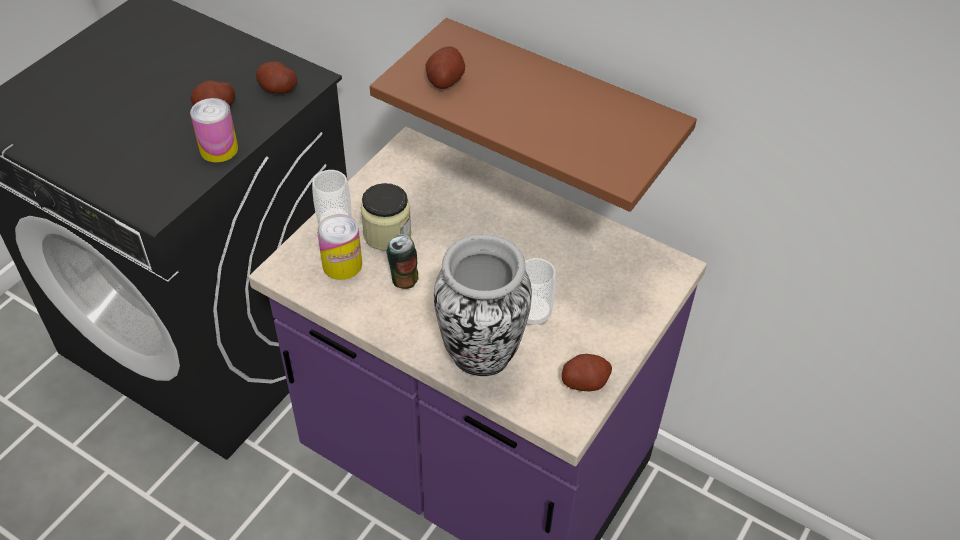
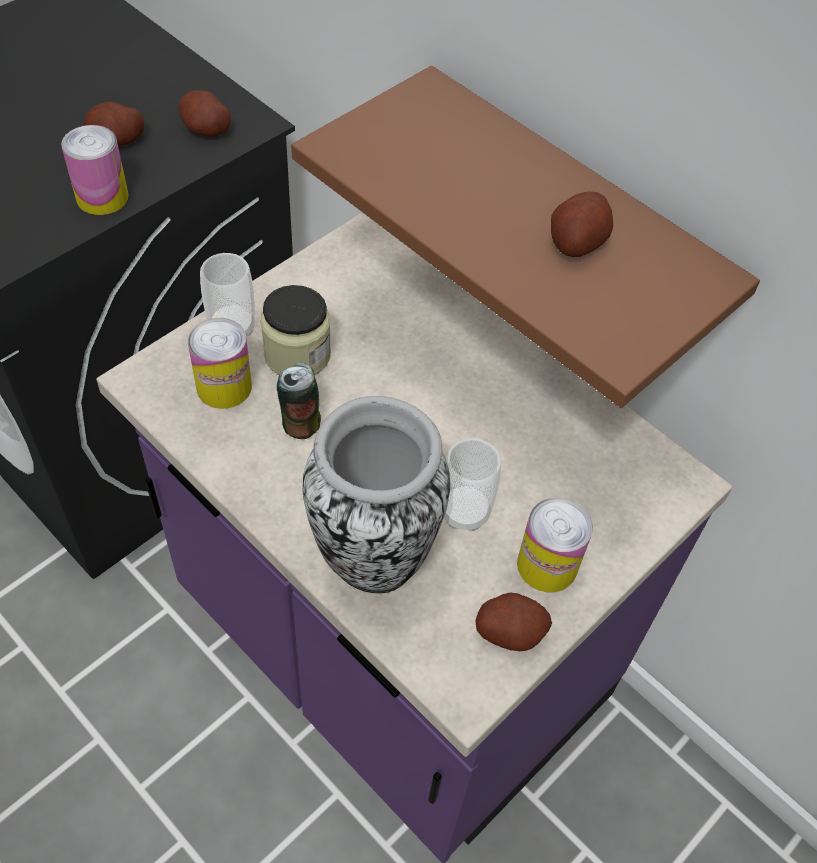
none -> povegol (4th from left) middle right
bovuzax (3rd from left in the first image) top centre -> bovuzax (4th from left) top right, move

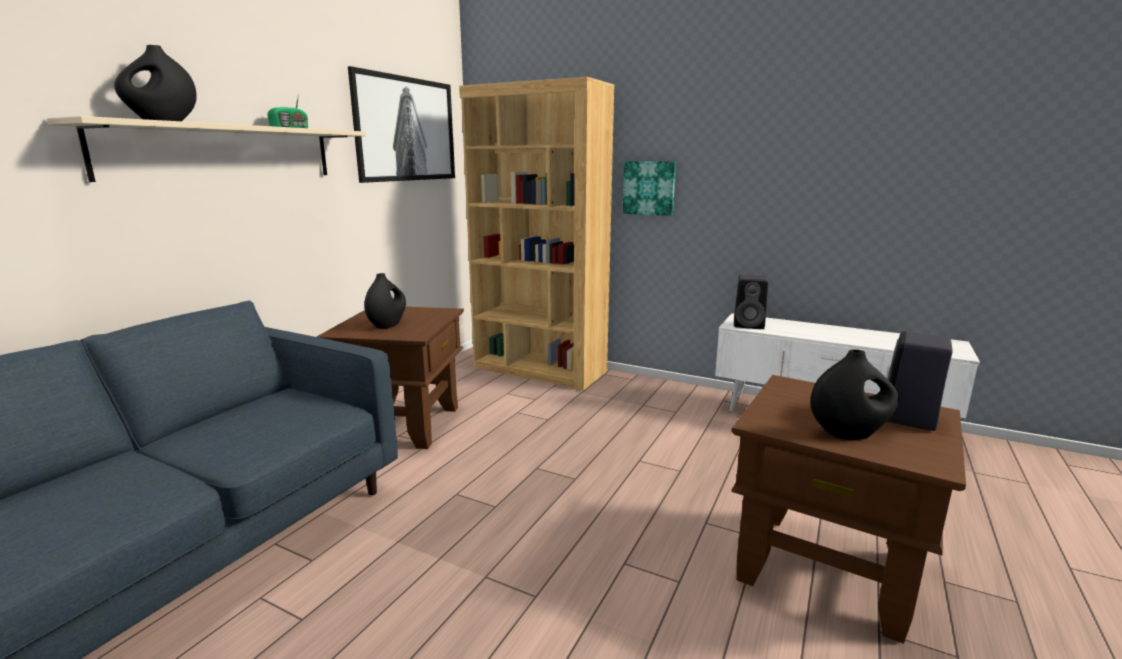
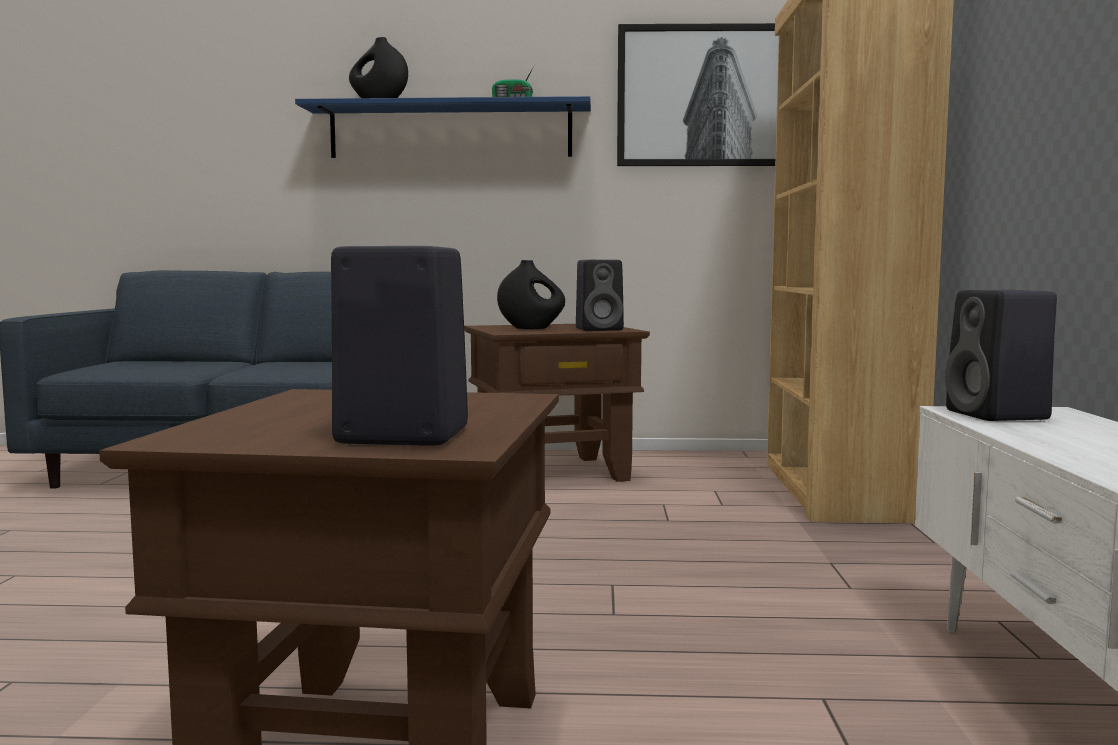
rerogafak (2nd from left) top centre -> none
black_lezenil (3rd from left) middle right -> none
none -> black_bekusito (2nd from left) centre
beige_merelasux top left -> blue_merelasux top centre

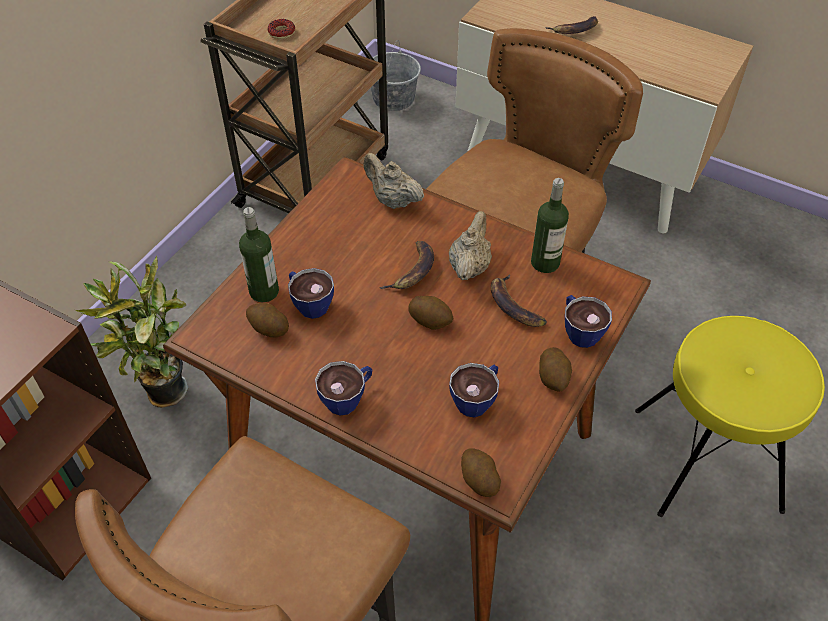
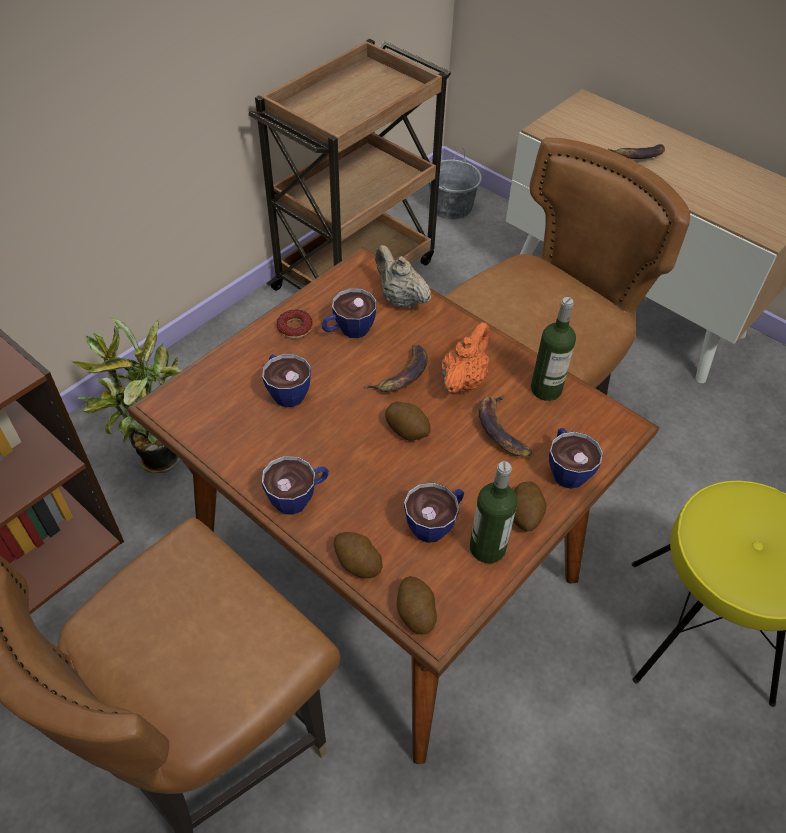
none -> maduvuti (3rd from left) centre
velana (1st from left) middle left -> velana (1st from left) centre, move
bovuzax (1st from left) middle left -> bovuzax (1st from left) centre, move
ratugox top centre -> ratugox centre, move
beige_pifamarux (2nd from left) centre -> orange_pifamarux centre

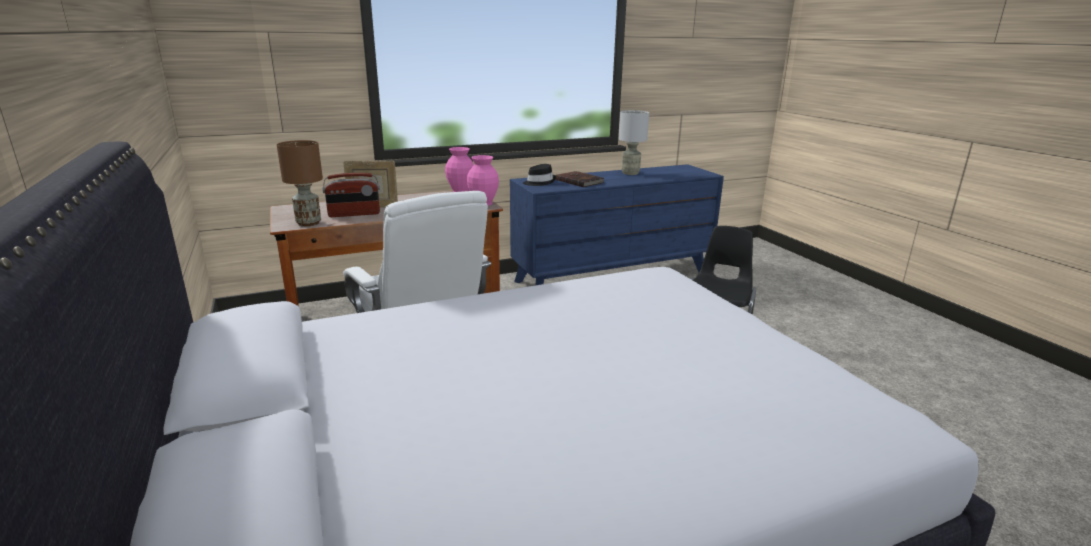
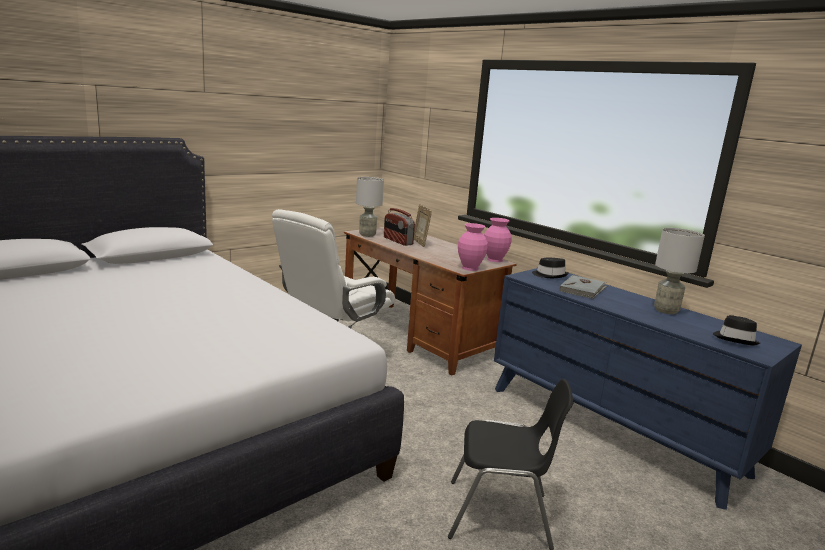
none -> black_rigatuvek (2nd from left) middle right
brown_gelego middle left -> grey_gelego (1st from left) centre
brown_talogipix top centre -> grey_talogipix middle right

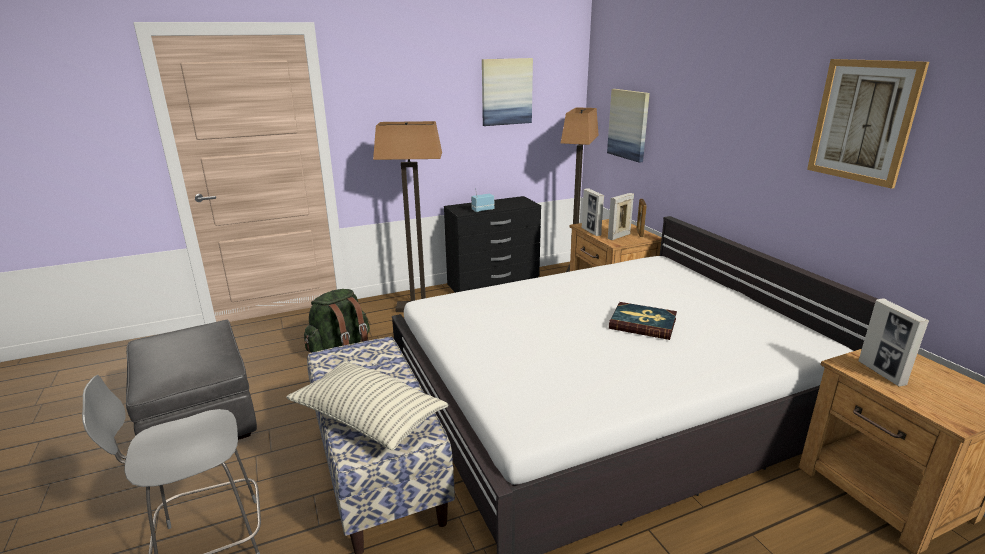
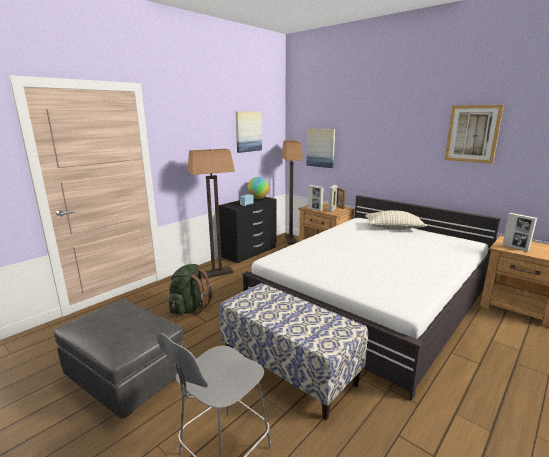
talogipix centre -> none
none -> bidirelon centre
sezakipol bottom centre -> sezakipol middle right, move

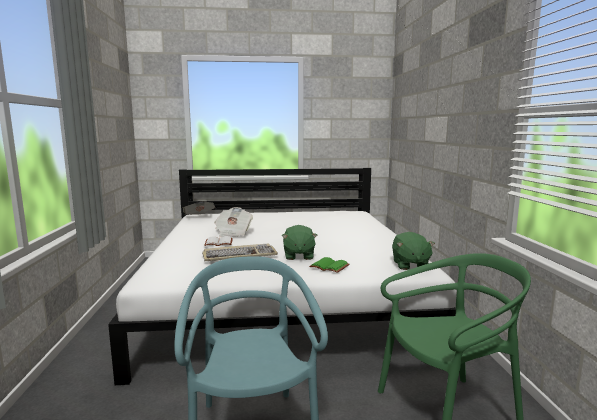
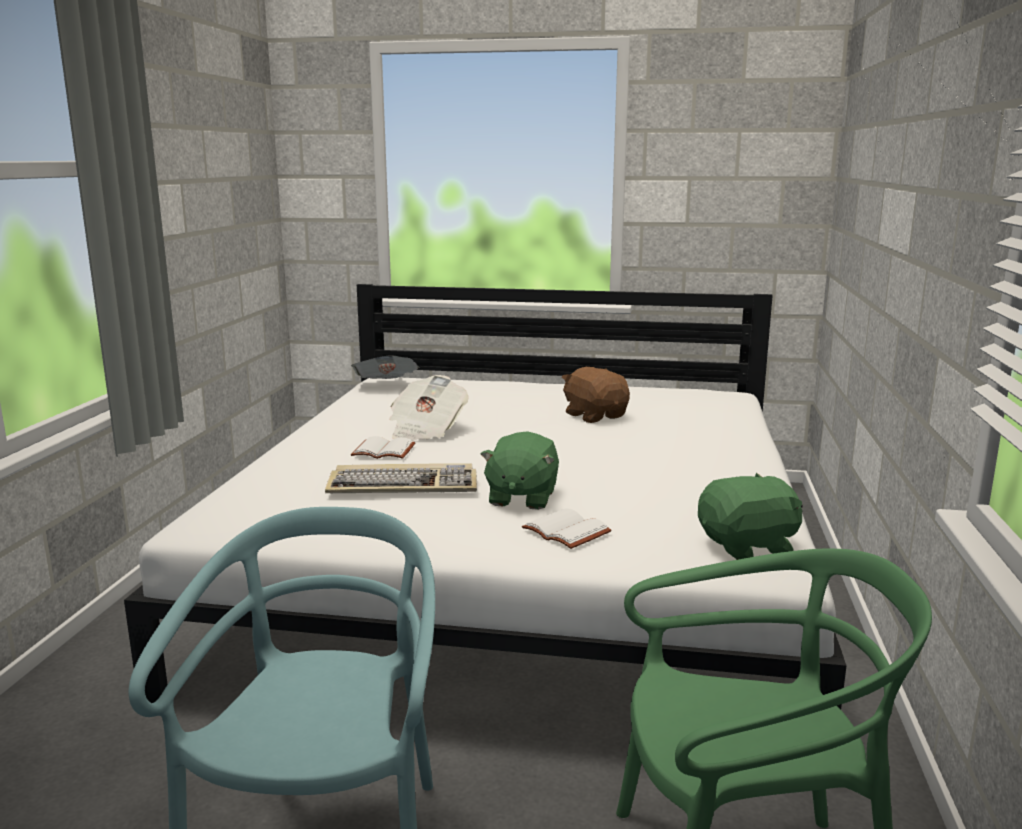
none -> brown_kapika centre
green_talogipix centre -> white_talogipix (2nd from left) centre
green_kapika (2nd from left) middle right, 120 degrees counterclockwise

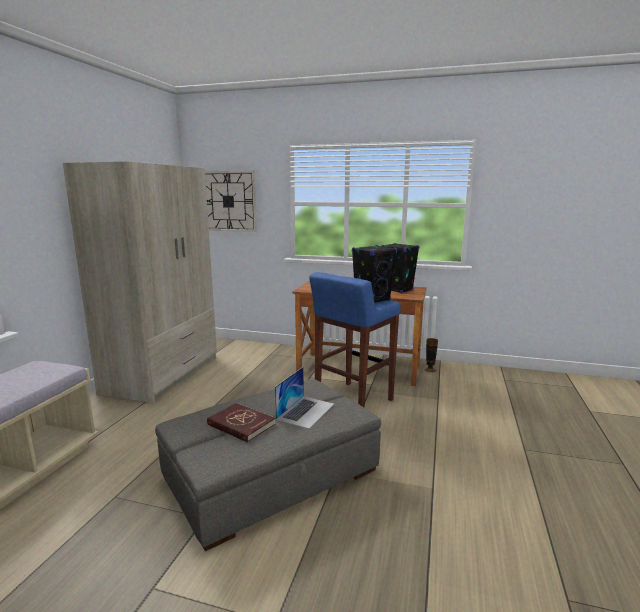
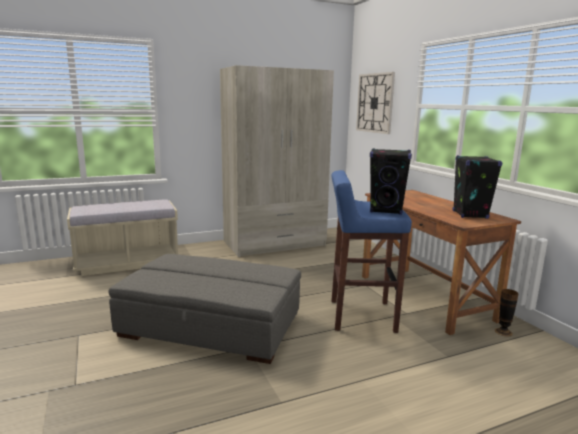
red_talogipix bottom centre -> none
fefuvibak centre -> none

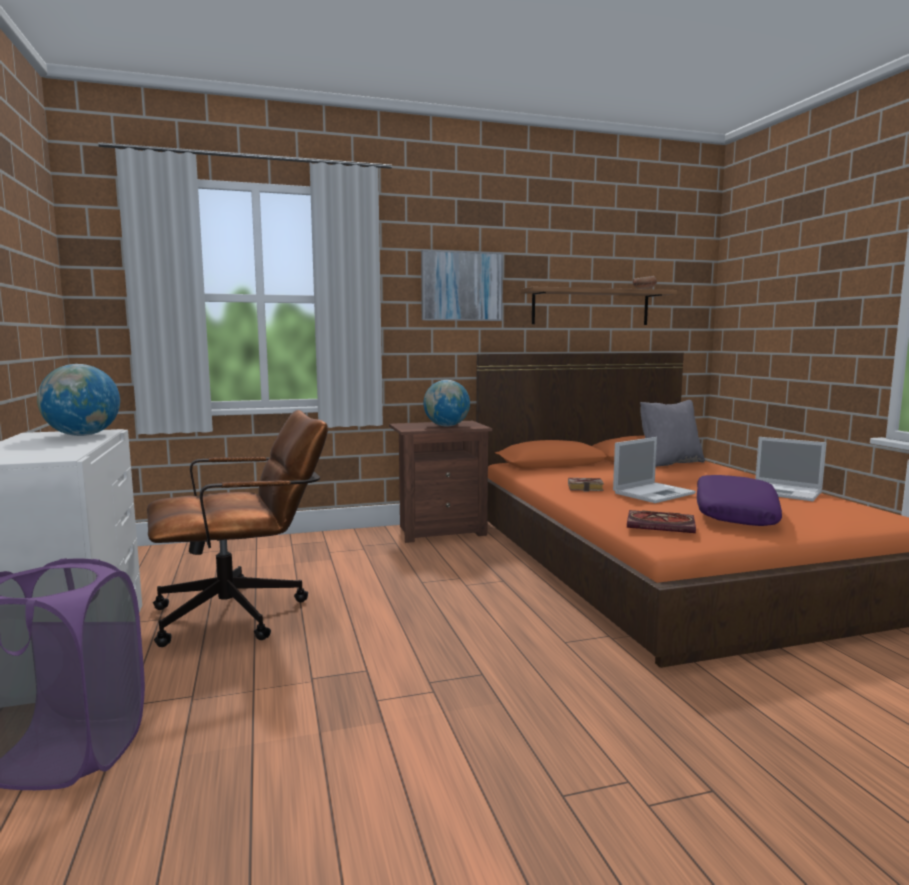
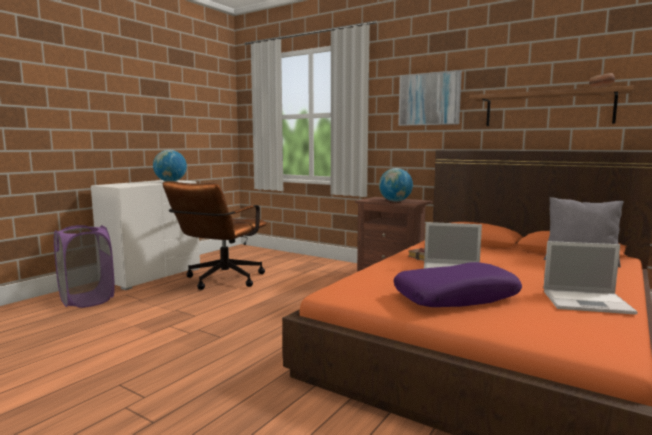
talogipix (2nd from left) middle right -> none
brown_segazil middle left, 90 degrees clockwise
fefuvibak (2nd from left) middle right, 75 degrees counterclockwise

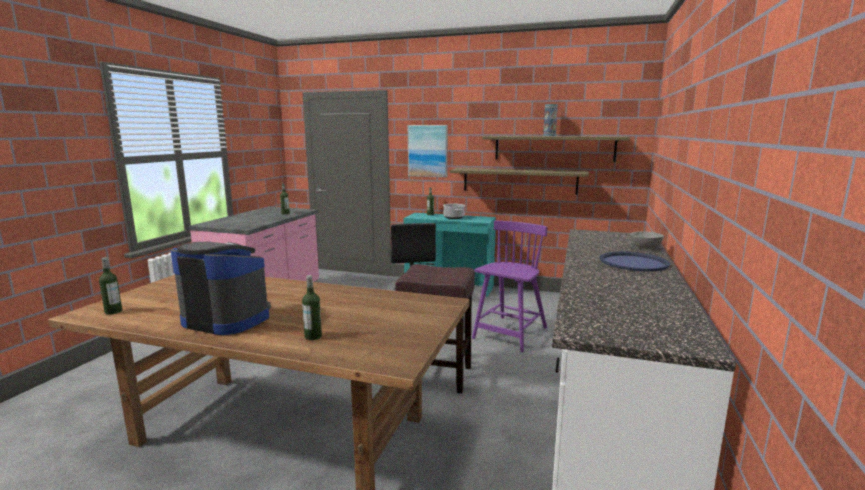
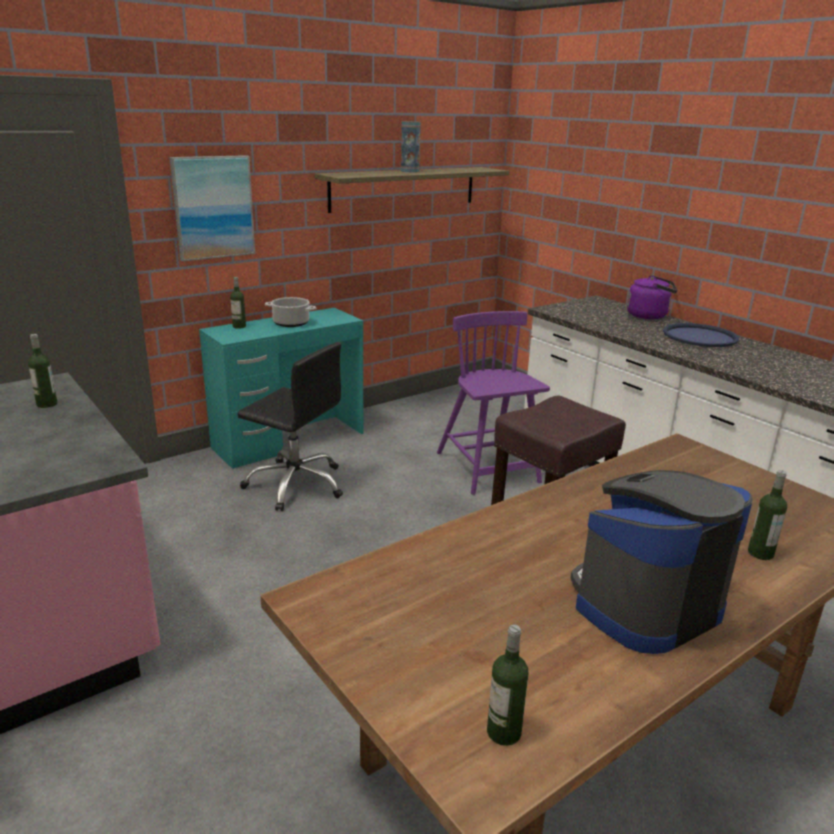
merelasux (1st from left) centre -> none
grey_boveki middle right -> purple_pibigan middle right

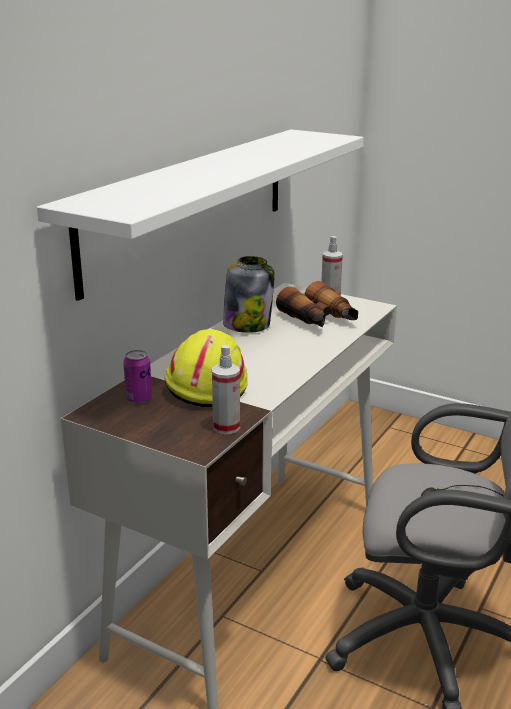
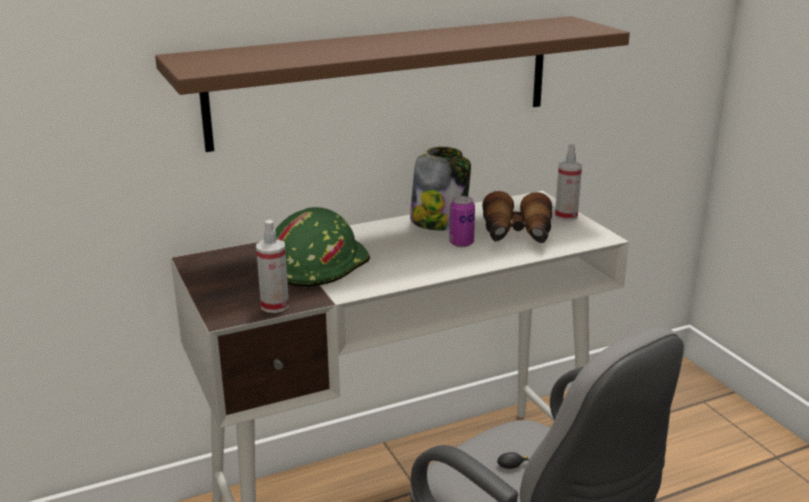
povegol middle left -> povegol centre, move
white_merelasux top centre -> brown_merelasux top centre
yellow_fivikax centre -> green_fivikax centre

